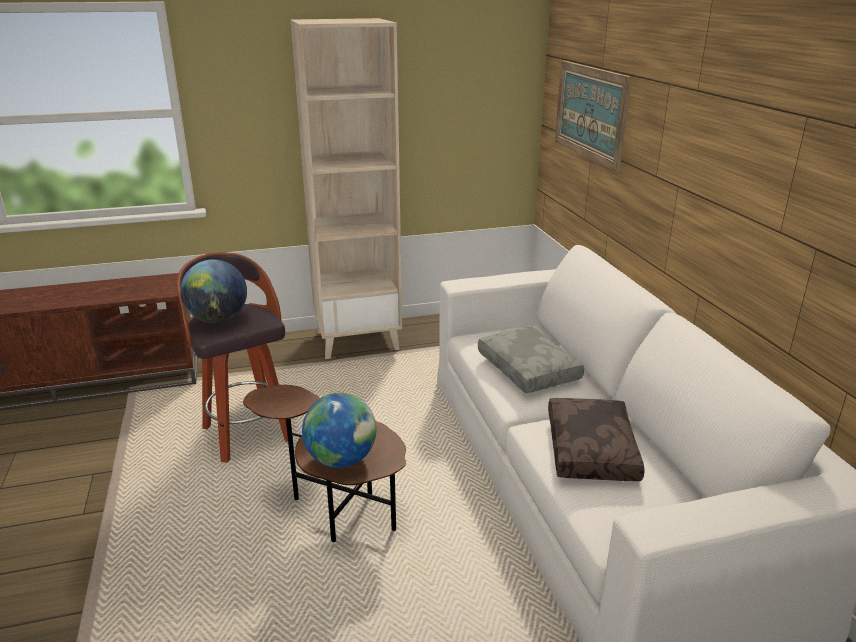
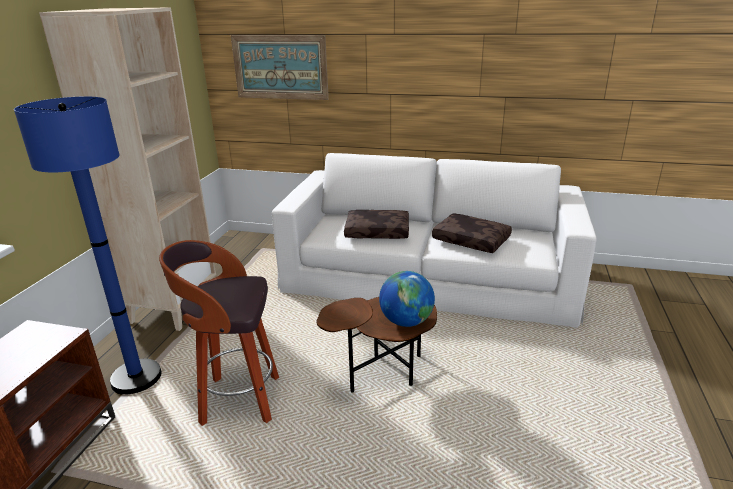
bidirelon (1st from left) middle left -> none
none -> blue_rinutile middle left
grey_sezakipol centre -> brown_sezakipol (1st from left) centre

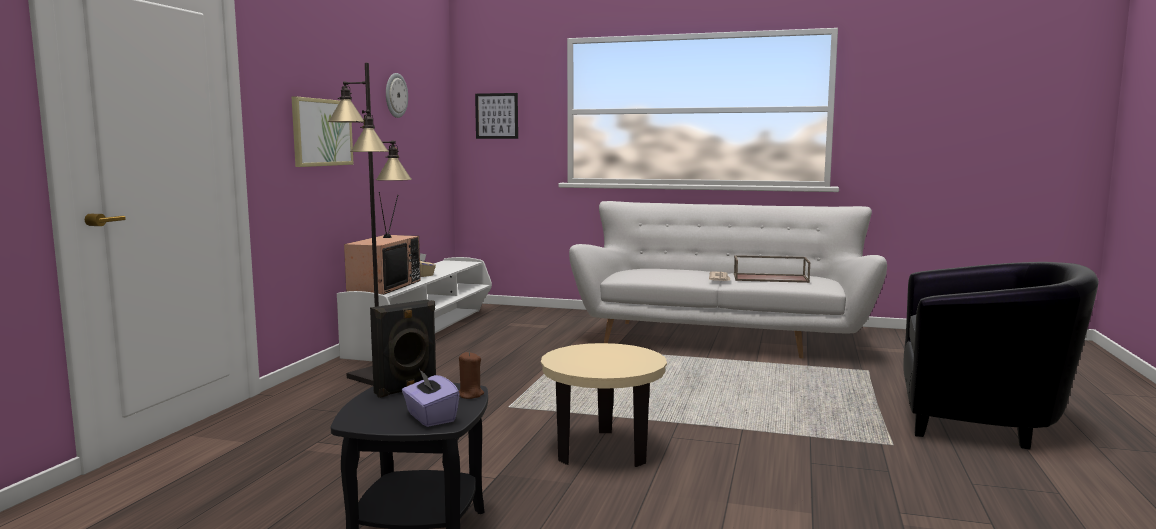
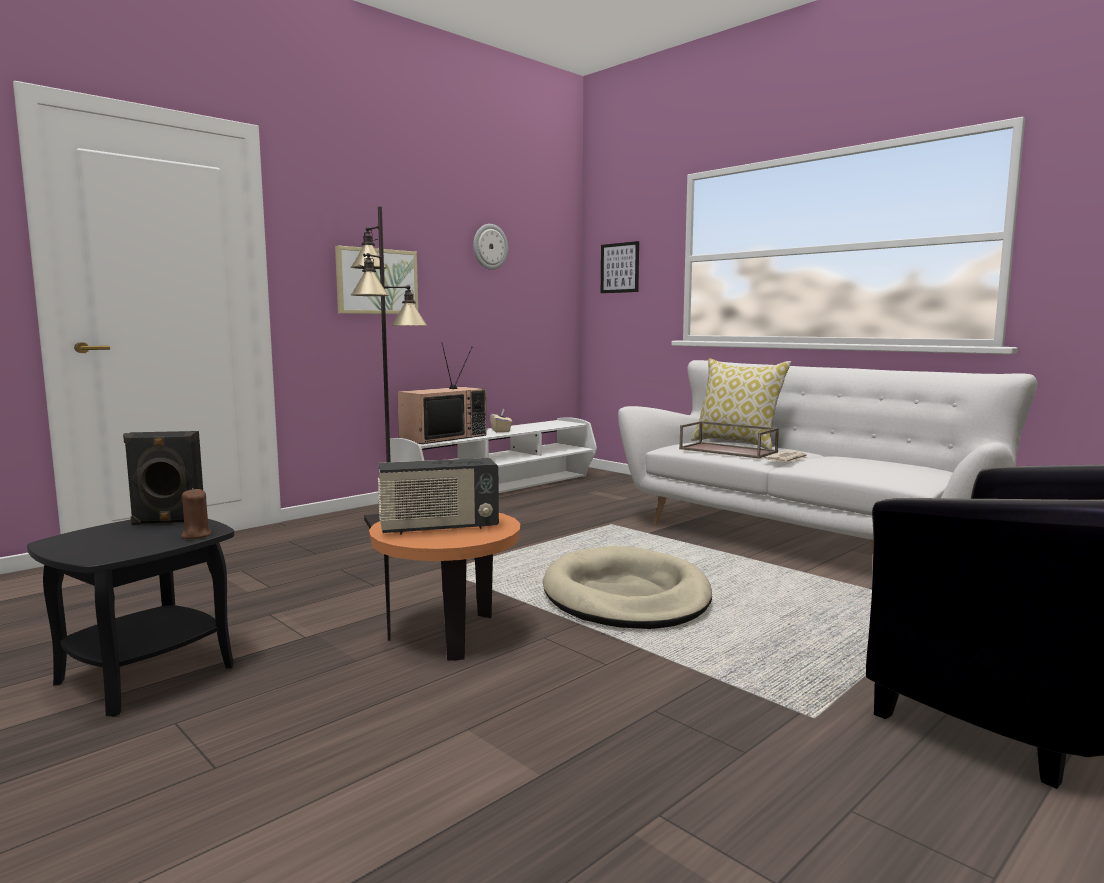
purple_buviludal bottom centre -> none
none -> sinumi centre
none -> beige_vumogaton centre
none -> sezakipol middle right
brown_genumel middle right -> brown_genumel centre, move
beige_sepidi bottom centre -> orange_sepidi centre

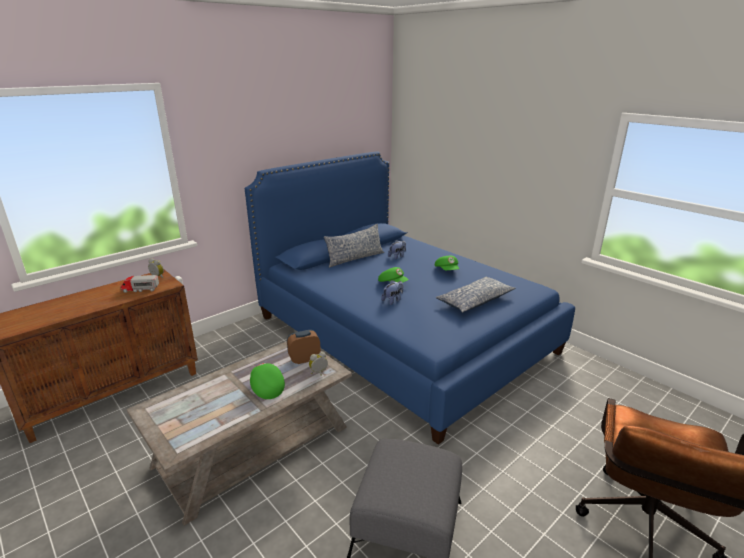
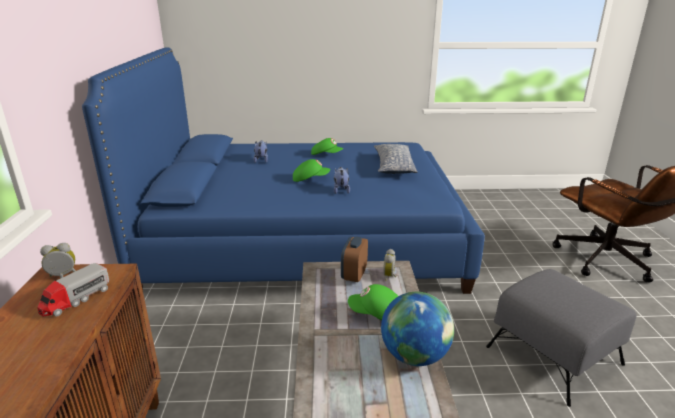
sezakipol (1st from left) centre -> none
none -> bidirelon bottom centre

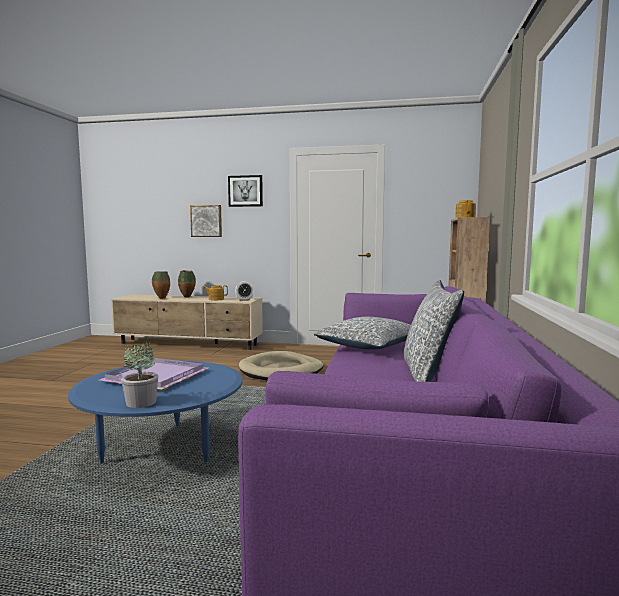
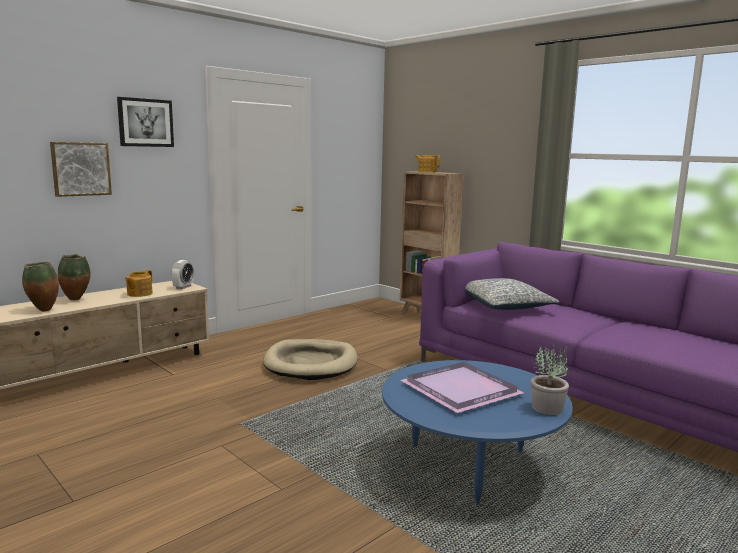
sezakipol (2nd from left) middle right -> none

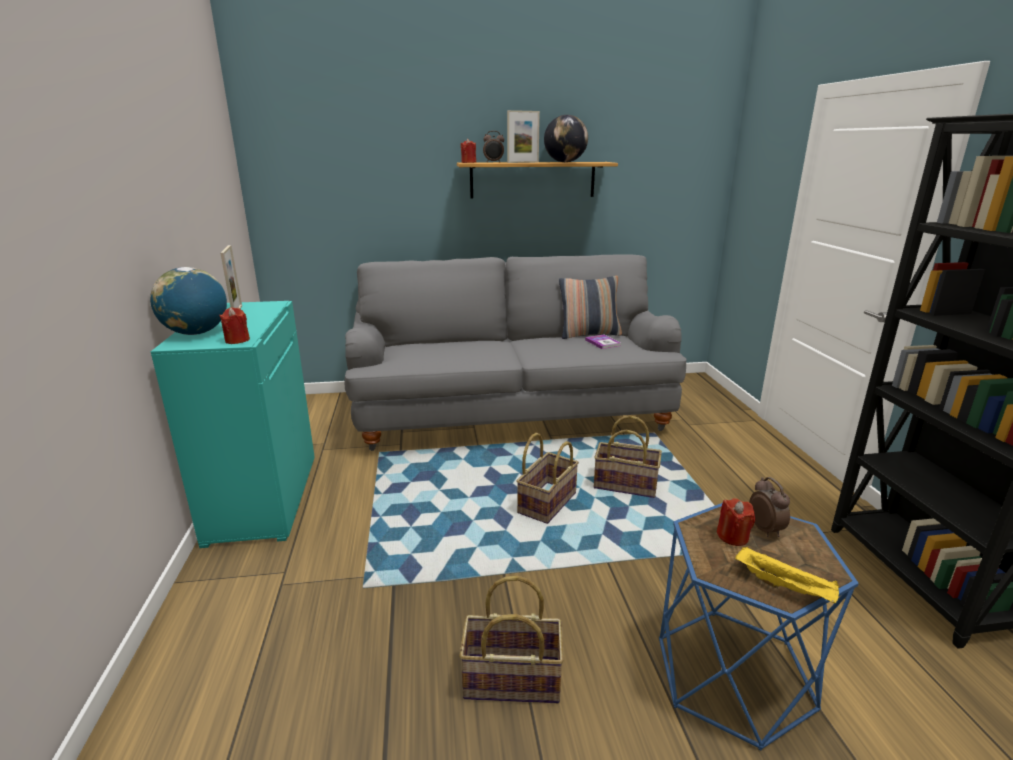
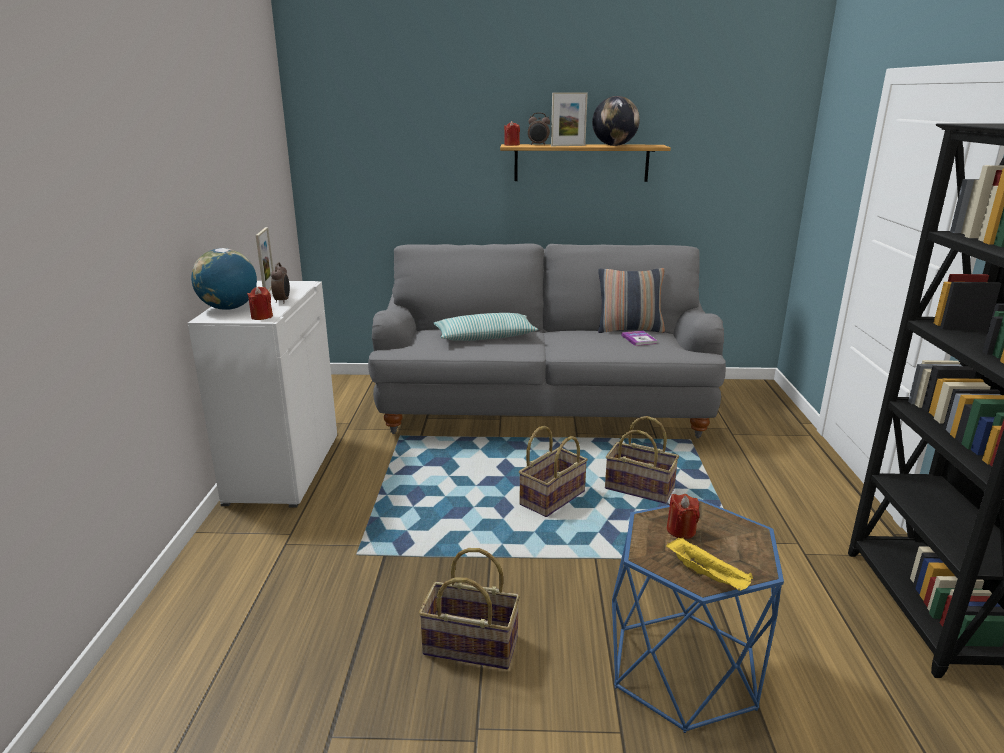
none -> sezakipol (1st from left) centre
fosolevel (2nd from left in the first image) bottom right -> fosolevel (1st from left) middle left, move
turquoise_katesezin middle left -> white_katesezin middle left

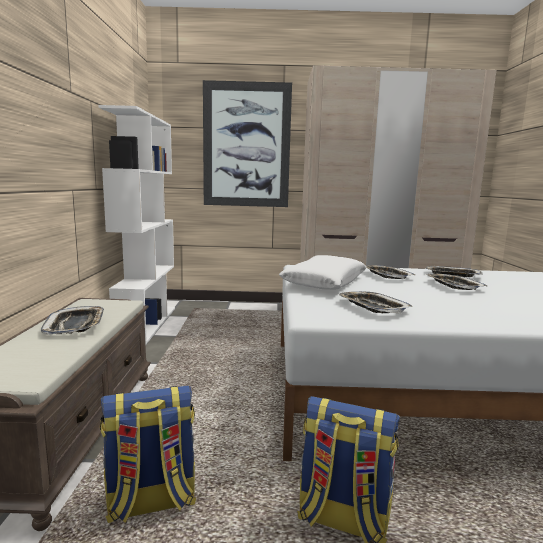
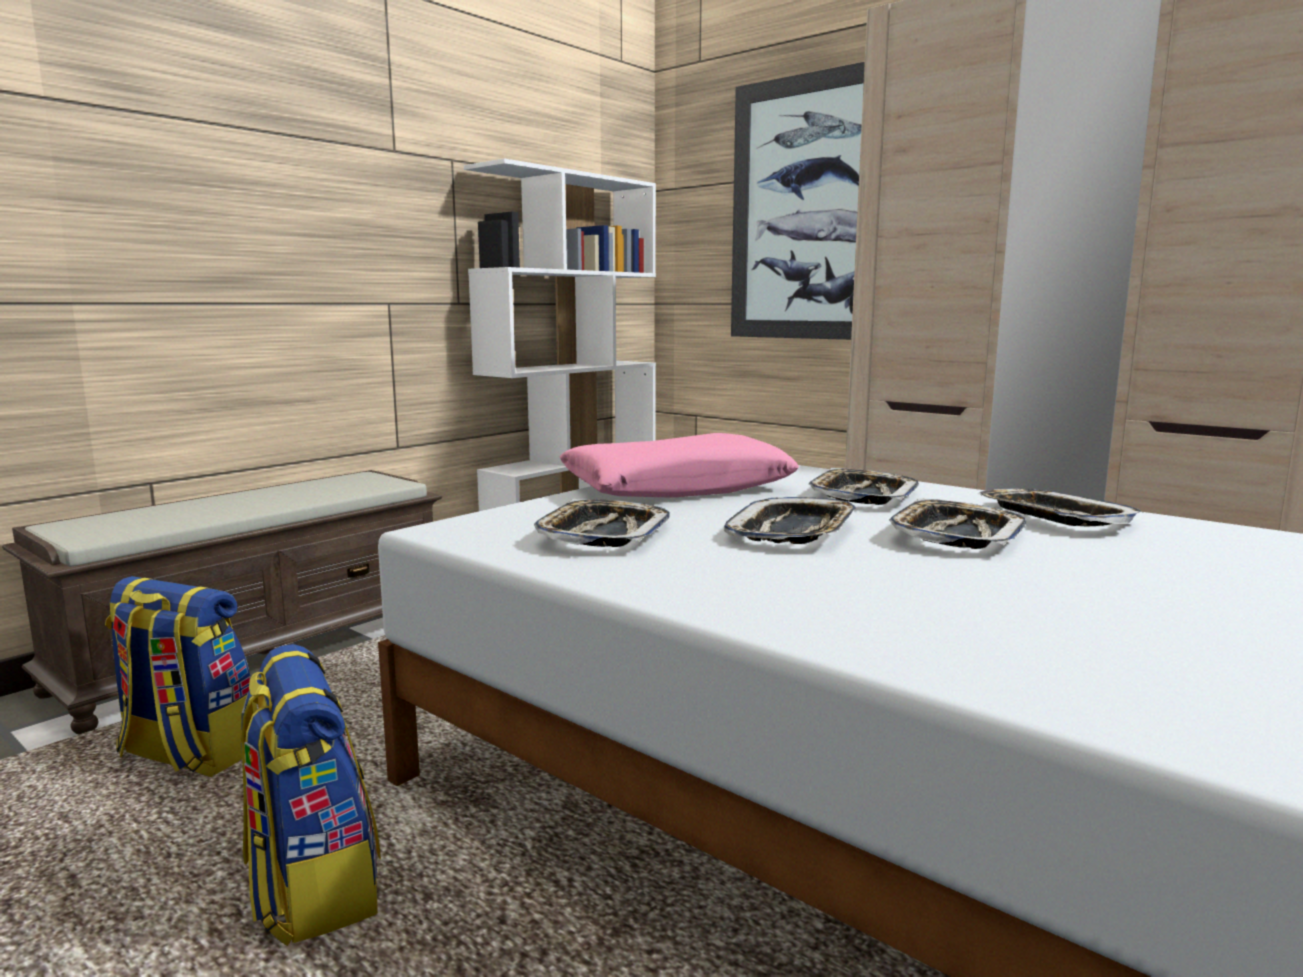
genumel (1st from left in the first image) middle left -> genumel (2nd from left) centre, move
white_sezakipol centre -> pink_sezakipol centre

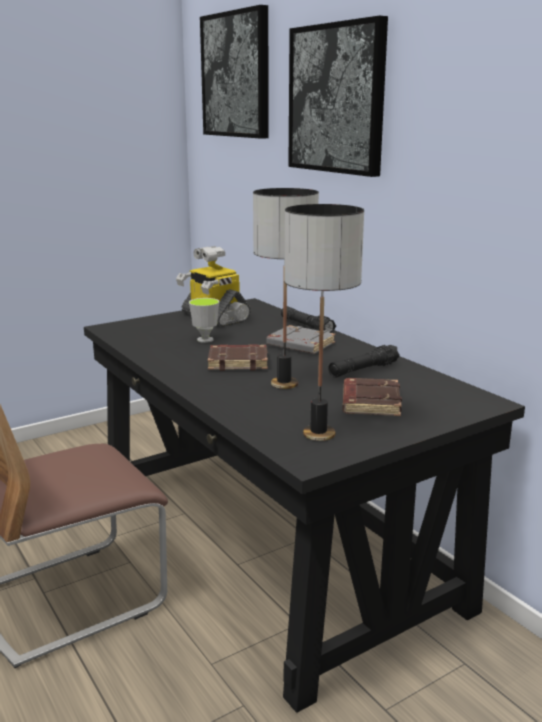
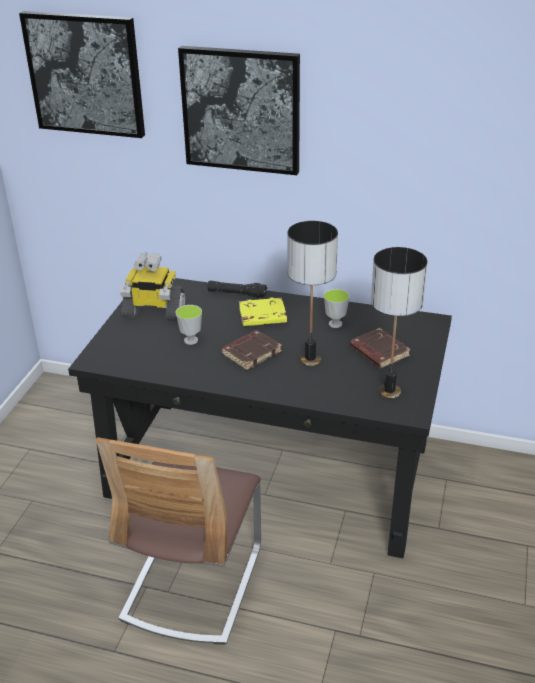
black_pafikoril (2nd from left) middle right -> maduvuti (2nd from left) centre
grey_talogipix centre -> yellow_talogipix centre

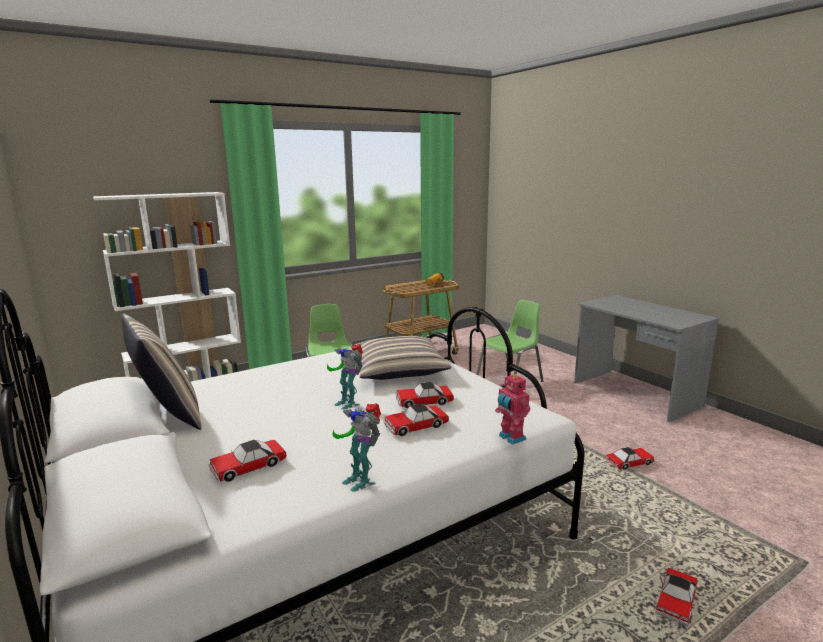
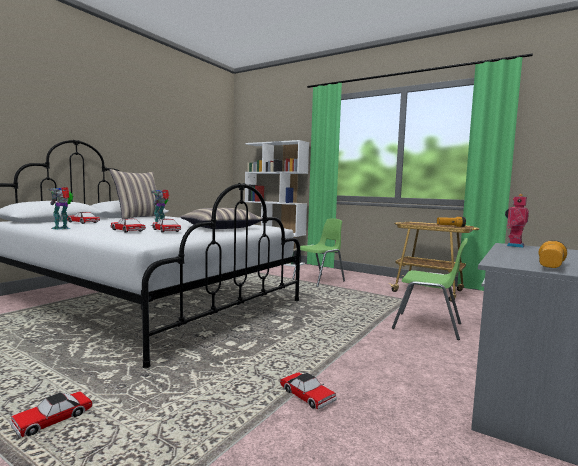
none -> pafikoril (2nd from left) middle right
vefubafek (3rd from left) centre -> vefubafek (3rd from left) middle right, move
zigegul (5th from left in the first image) bottom right -> zigegul (1st from left) bottom left, 60 degrees counterclockwise

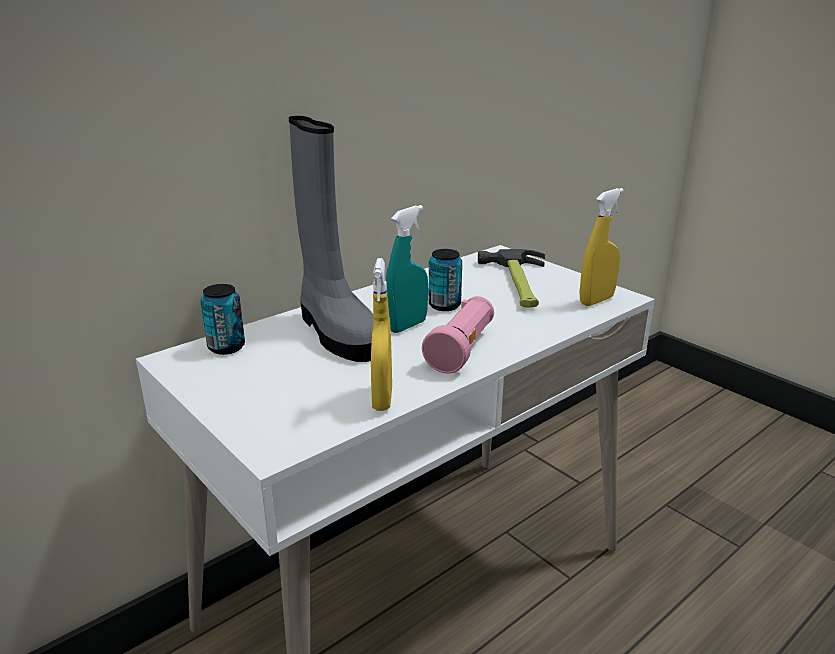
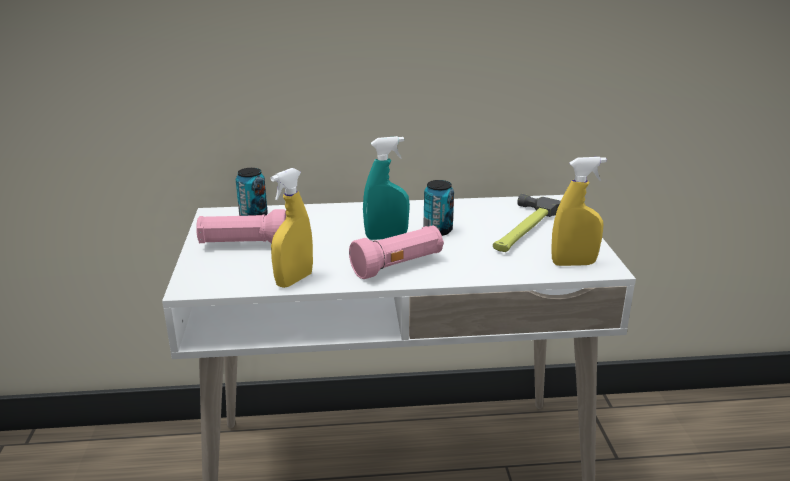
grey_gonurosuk centre -> none
none -> pink_pafikoril (1st from left) middle left

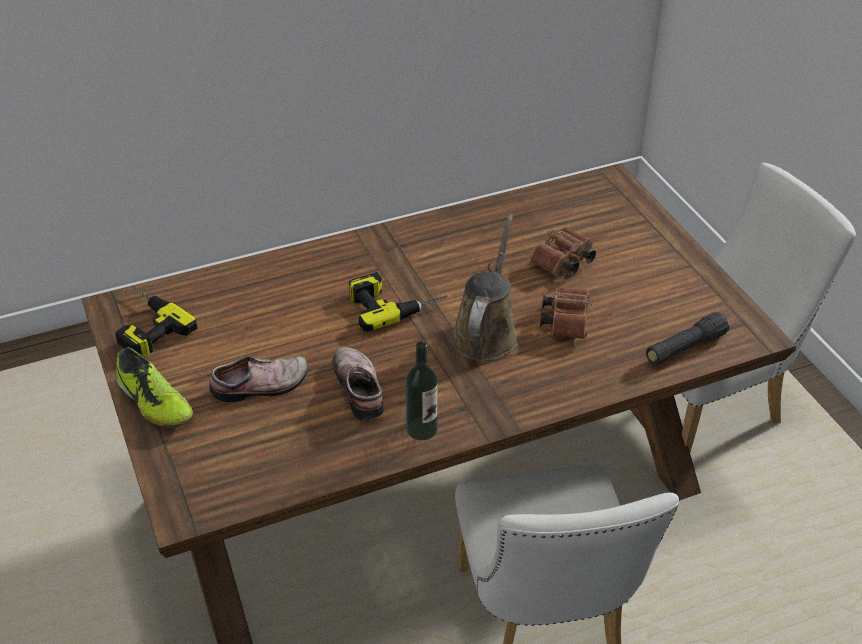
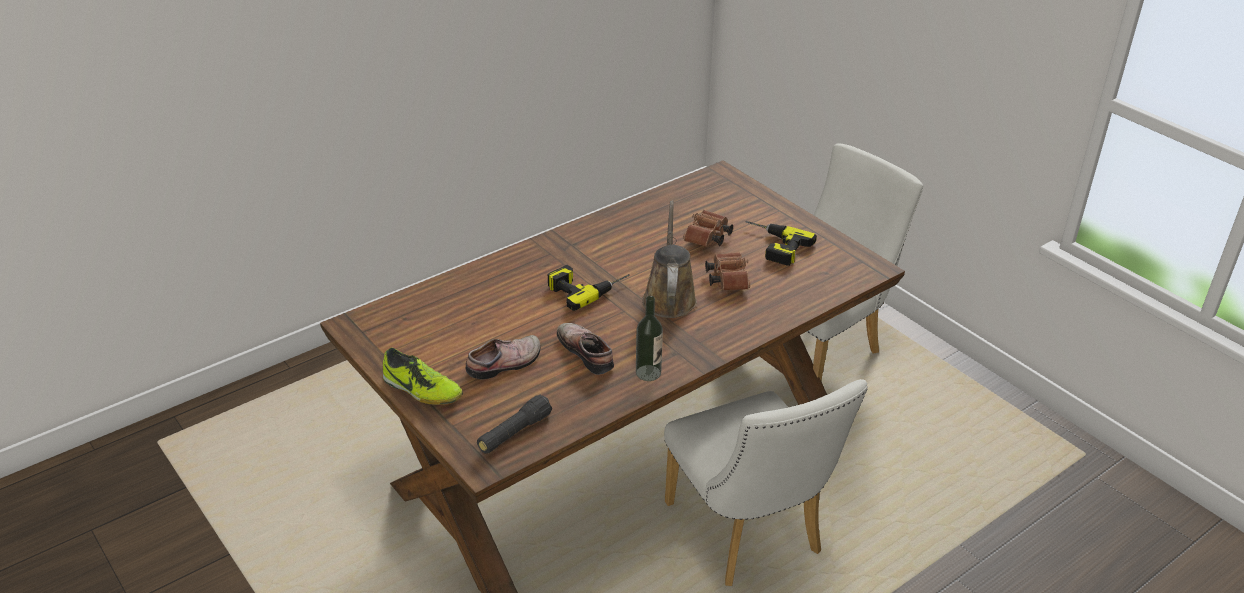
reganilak (1st from left in the first image) middle left -> reganilak (2nd from left) centre, move
black_pafikoril middle right -> black_pafikoril bottom centre, move

